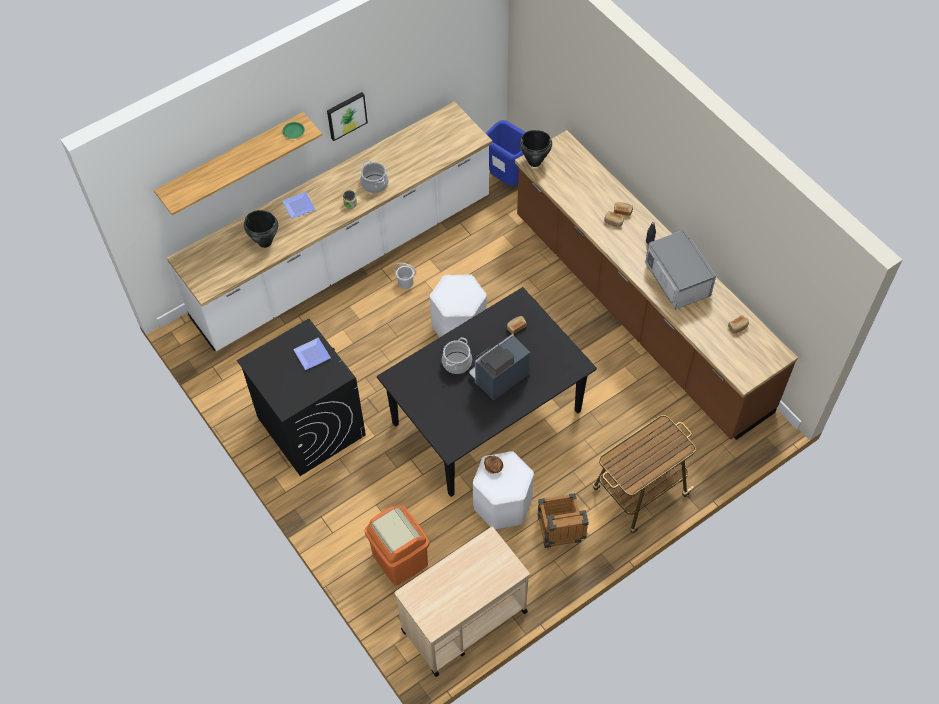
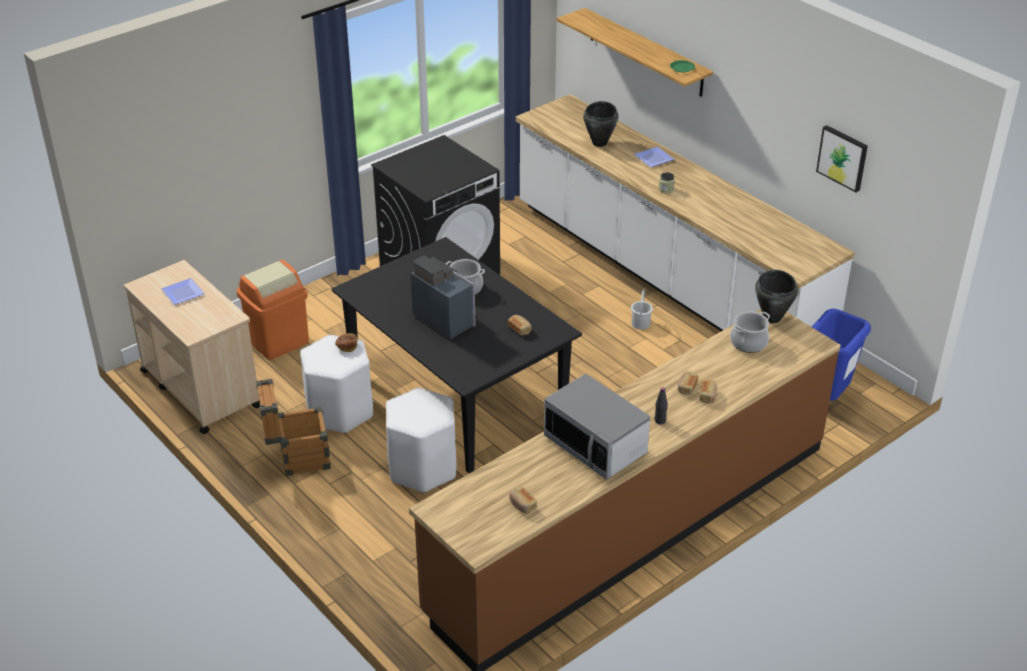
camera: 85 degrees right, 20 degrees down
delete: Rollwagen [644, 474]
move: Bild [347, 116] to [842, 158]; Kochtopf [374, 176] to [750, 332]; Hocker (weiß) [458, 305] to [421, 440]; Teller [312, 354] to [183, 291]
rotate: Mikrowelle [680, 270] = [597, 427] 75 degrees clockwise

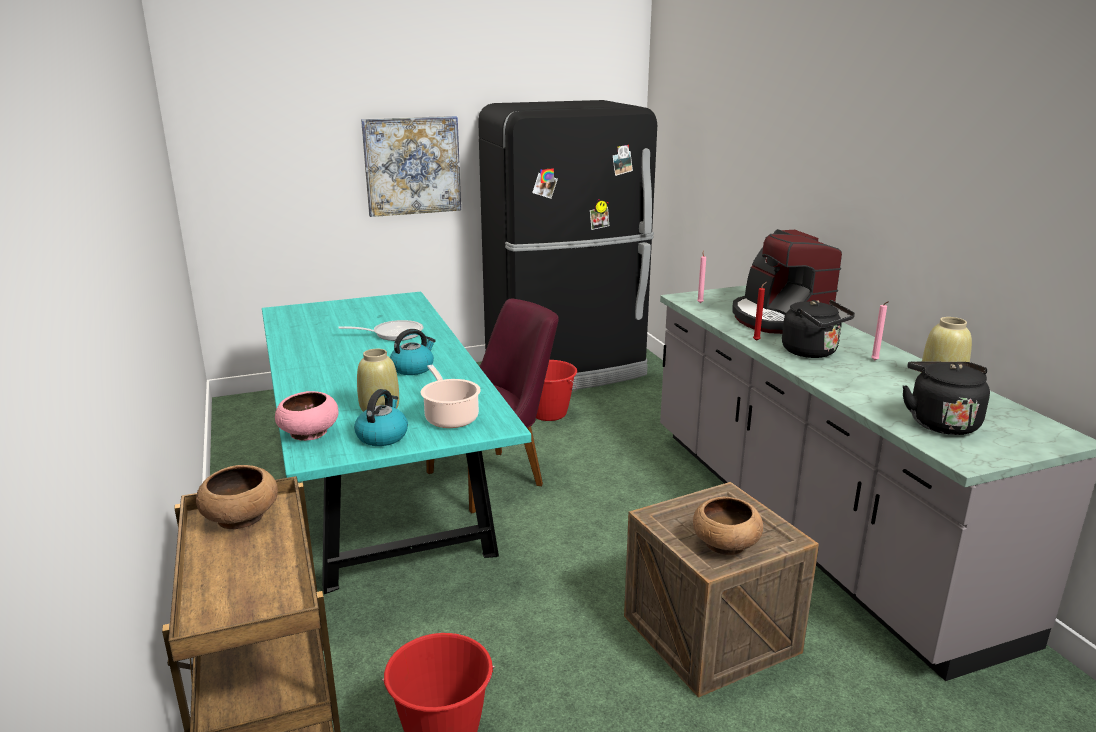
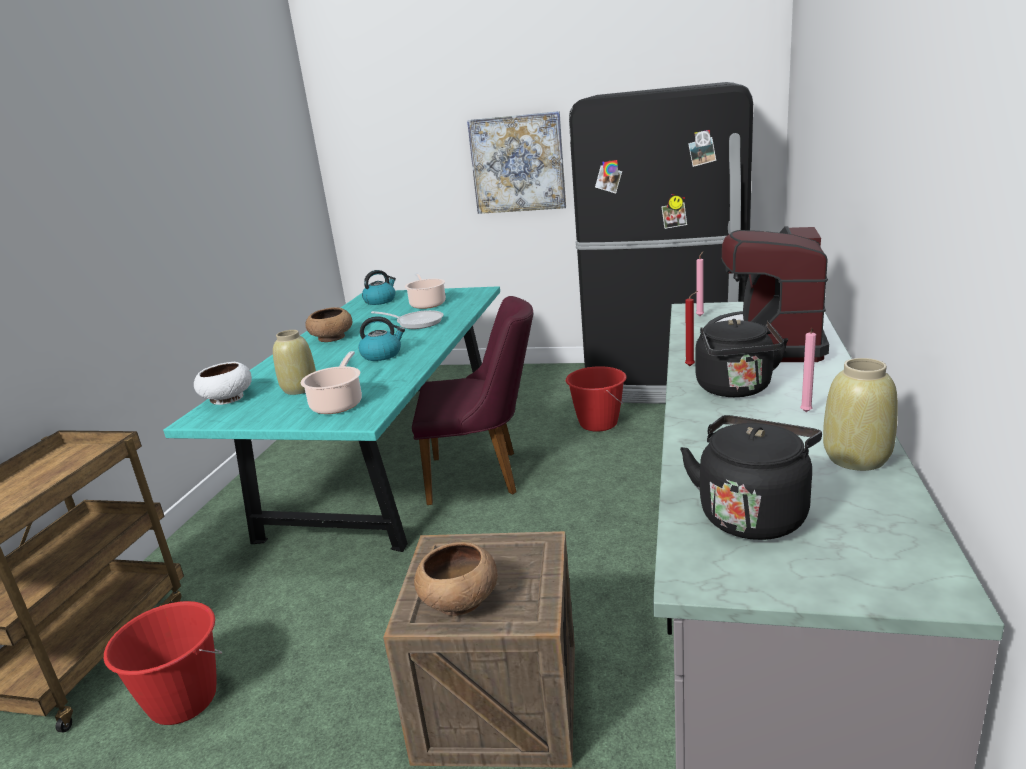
camera: 35 degrees right, 0 degrees up
insert: Kochtopf [425, 291]
move: Wasserkessel [381, 417] to [379, 287]; Schüssel (braun) [237, 497] to [328, 324]
recolor: Schüssel (rosa) [307, 416] to Schüssel (weiß) [223, 383]

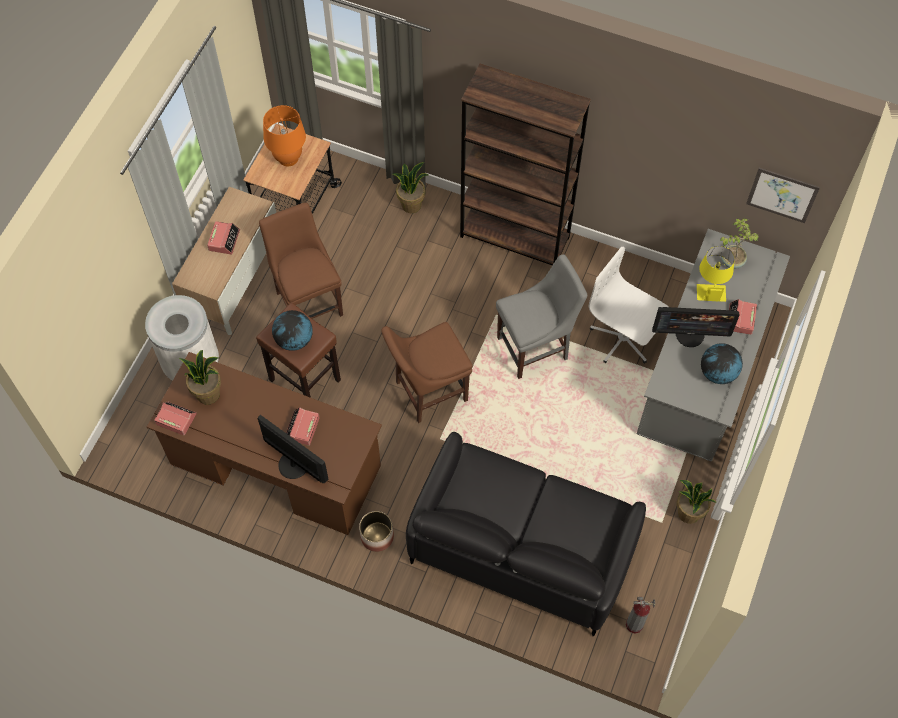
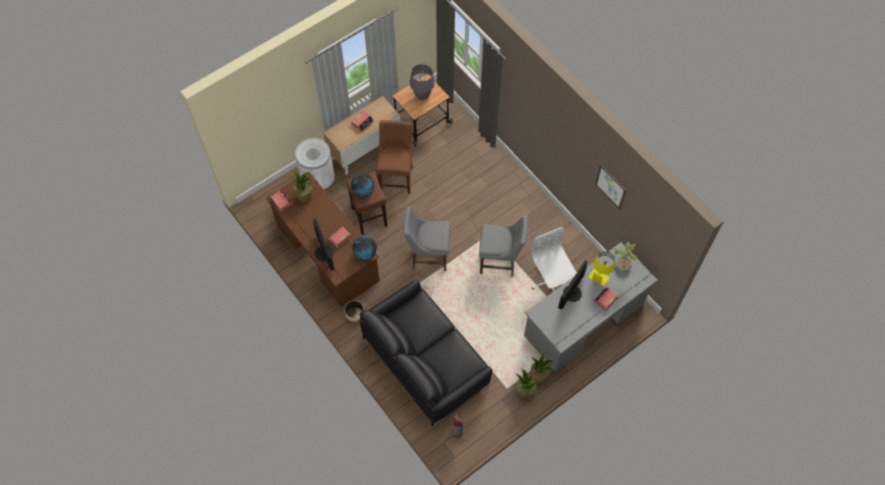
camera: 30 degrees right, 0 degrees up
delete: Bücherregal (braun) [525, 164]
move: Topfpflanze [410, 187] to [542, 368]; Bild [783, 195] to [611, 186]; Globus [722, 363] to [364, 248]
recolor: Tischlampe (orange) [284, 135] to Tischlampe (grau) [422, 82]; Stuhl (braun) [426, 372] to Stuhl (grau) [426, 238]
rotate: Monitor [696, 327] = [573, 284] 90 degrees clockwise

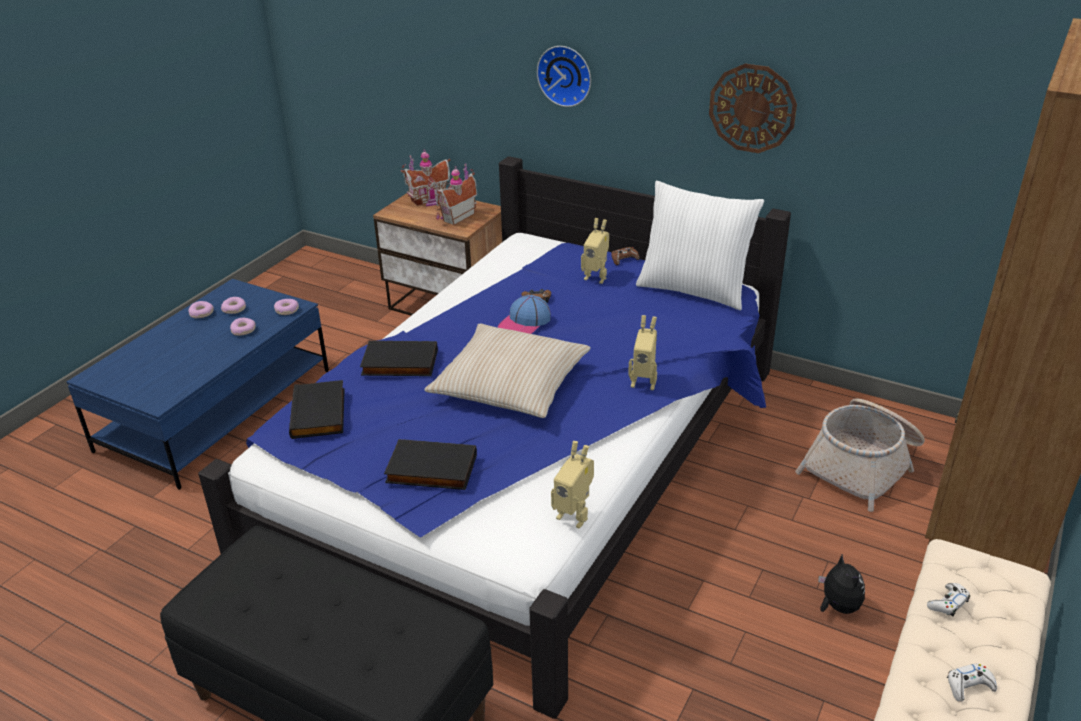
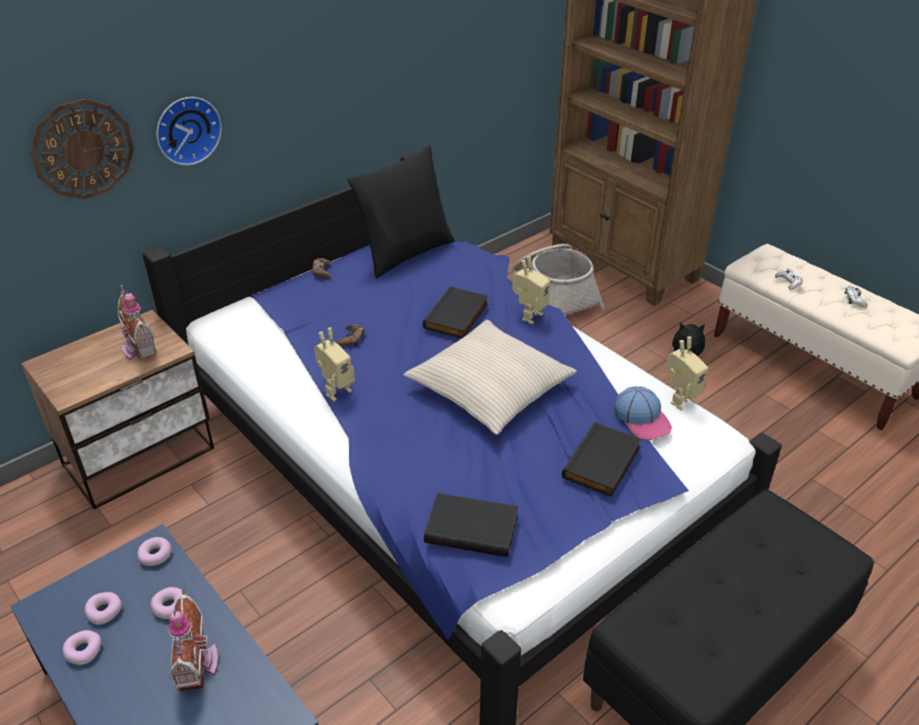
camera: 70 degrees left, 5 degrees up
move: Wanduhr [753, 108] to [82, 149]; Spielzeughaus [426, 177] to [193, 641]; Spielzeugroboter [595, 251] to [334, 364]; Kappe [524, 314] to [643, 413]; Buch (schwarz) [399, 358] to [455, 312]
recolor: Kissen (weiß) [700, 245] to Kissen (schwarz) [401, 211]

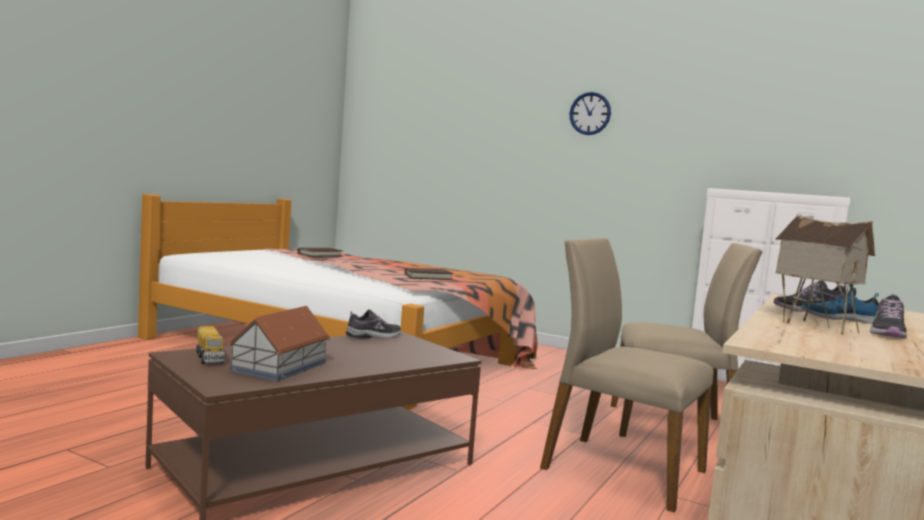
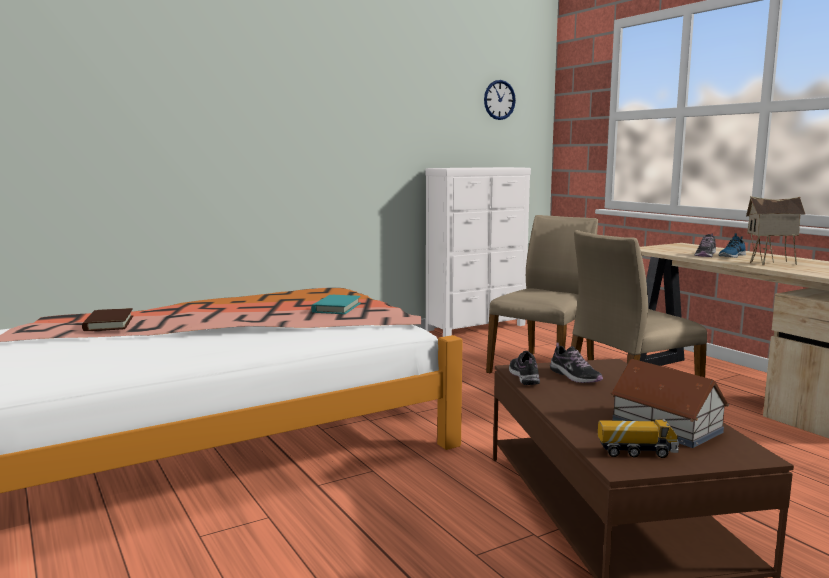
camera: 60 degrees left, 5 degrees up
move: Wanduhr [590, 113] to [500, 100]; Schuh [888, 316] to [576, 363]
recolor: Buch (braun) [429, 274] to Buch (türkis) [336, 304]

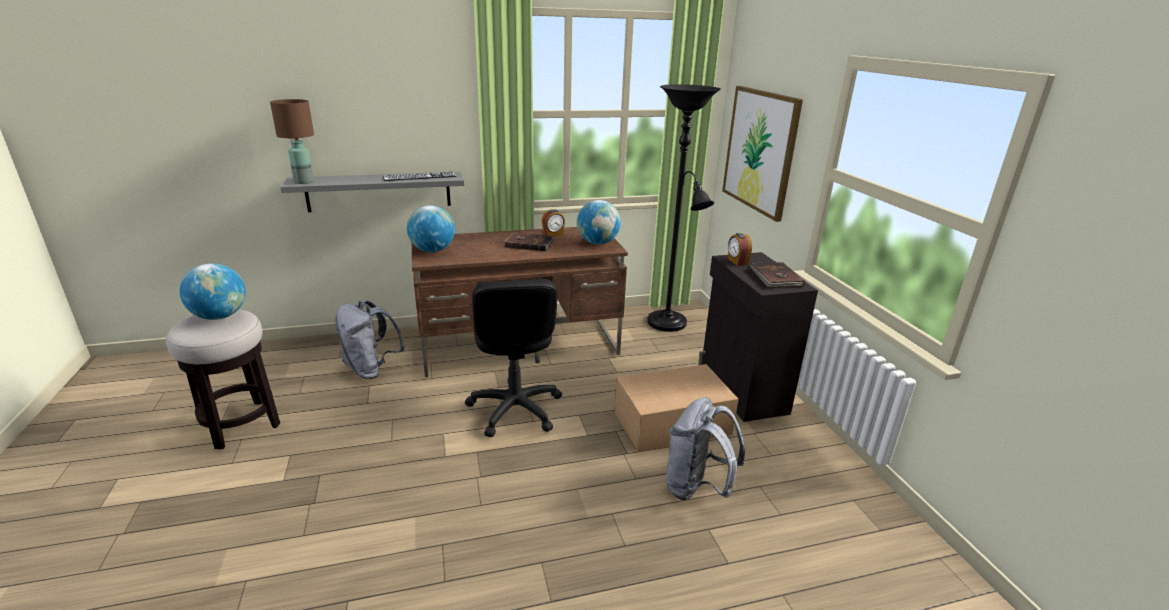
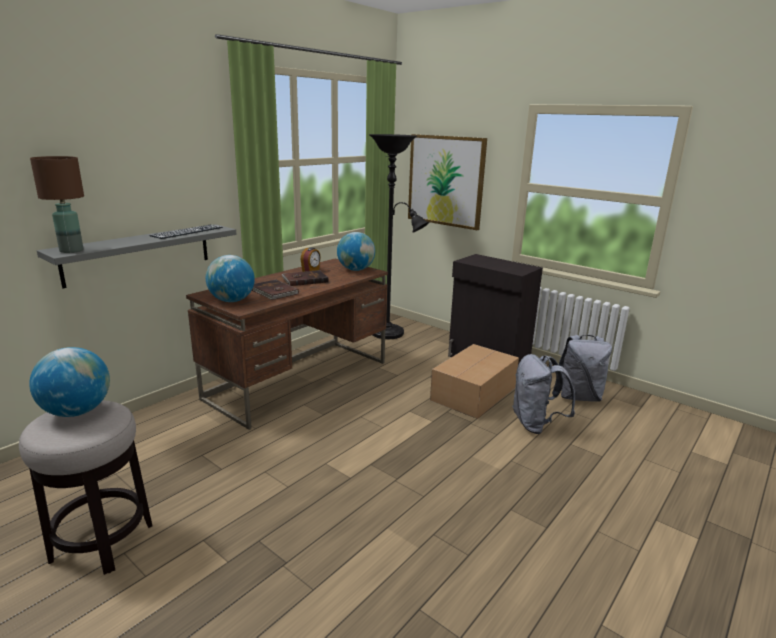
camera: 35 degrees left, 5 degrees down
delete: Wecker [740, 249]; Bürostuhl (schwarz) [513, 358]
move: Buch (braun) [777, 275] to [275, 289]; Rucksack (grau) [370, 340] to [585, 368]

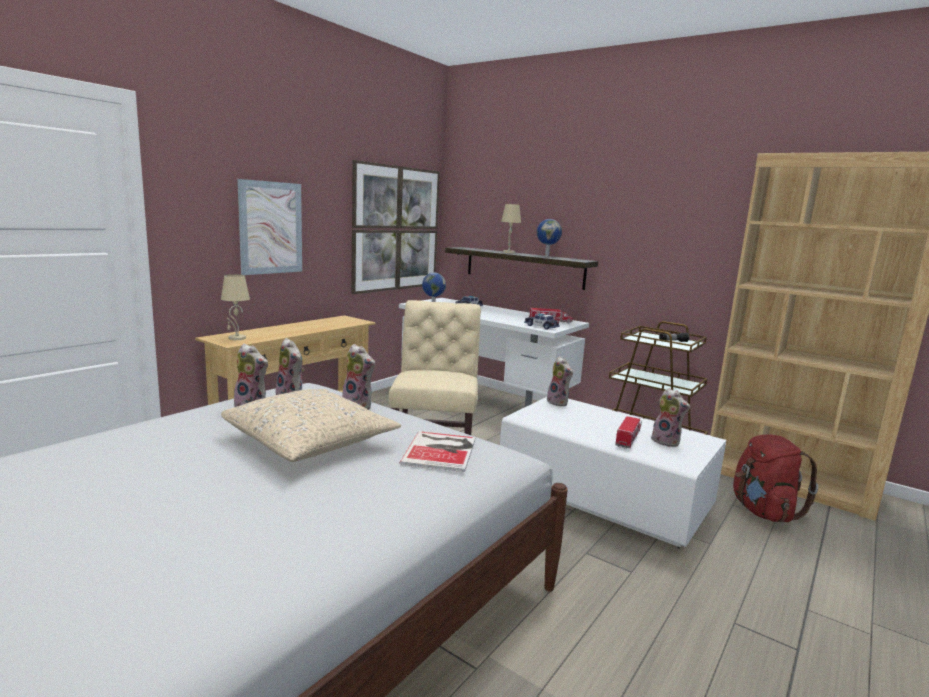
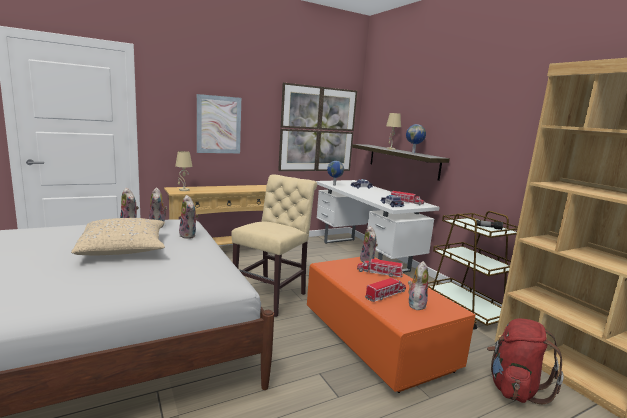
camera: 25 degrees right, 0 degrees up
delete: Buch [438, 451]
insert: Spielzeuglaster [380, 267]
recolor: Couchtisch (weiß) [613, 472] to Couchtisch (orange) [391, 325]
rotate: Plüschtier [670, 417] = [418, 285] 135 degrees counterclockwise

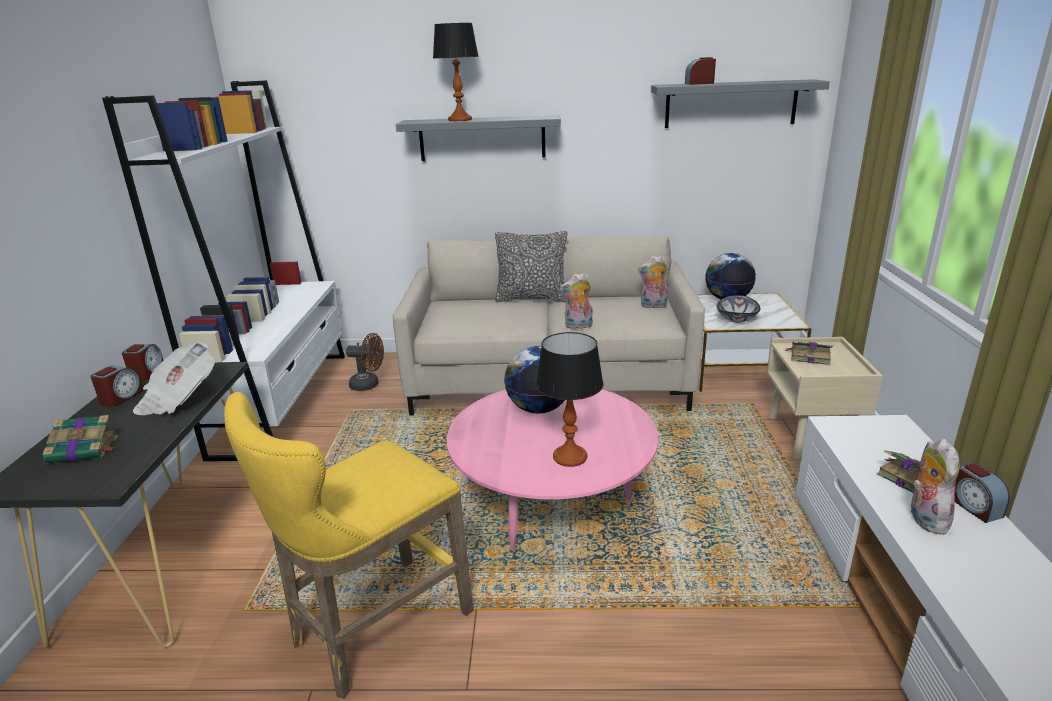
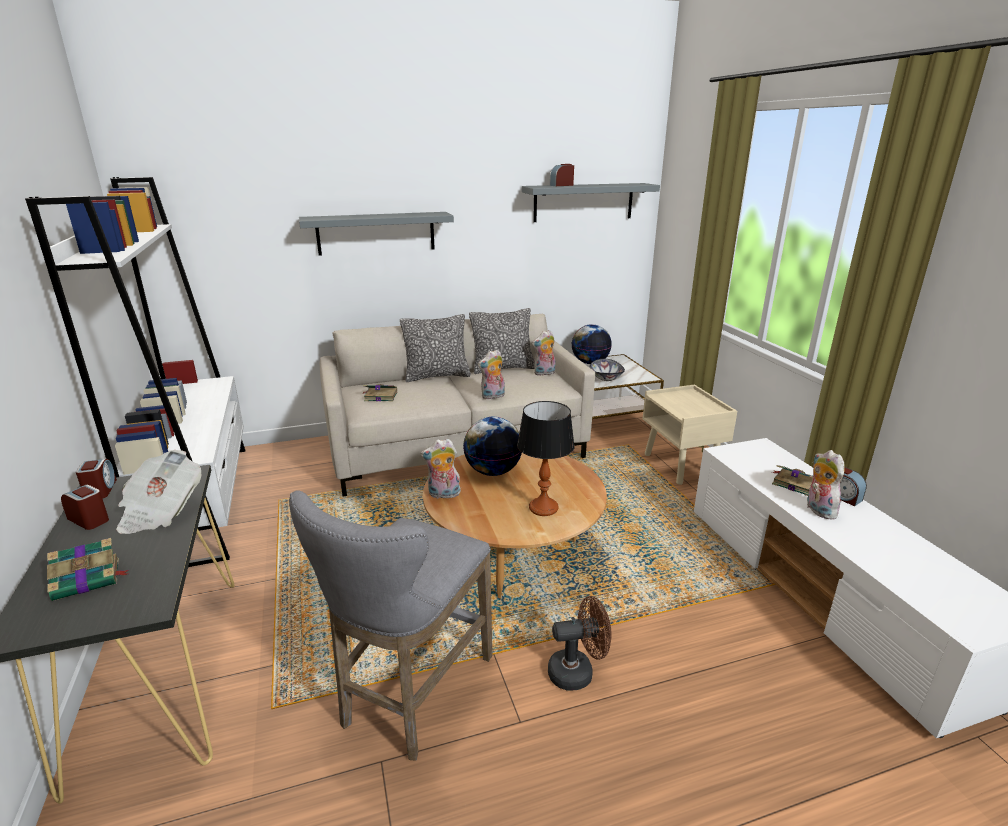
camera: 20 degrees left, 0 degrees up
delete: Tischlampe [456, 72]
insert: Kissen [502, 341]; Plüschtier [441, 468]
move: Ventilator (braun) [365, 362] to [580, 643]; Buch [808, 353] to [379, 392]
recolor: Couchtisch (rosa) [552, 470] to Couchtisch (braun) [515, 525]; Hocker (gelb) [349, 545] to Hocker (grau) [391, 625]
rotate: Wecker [117, 386] = [85, 507] 60 degrees counterclockwise

